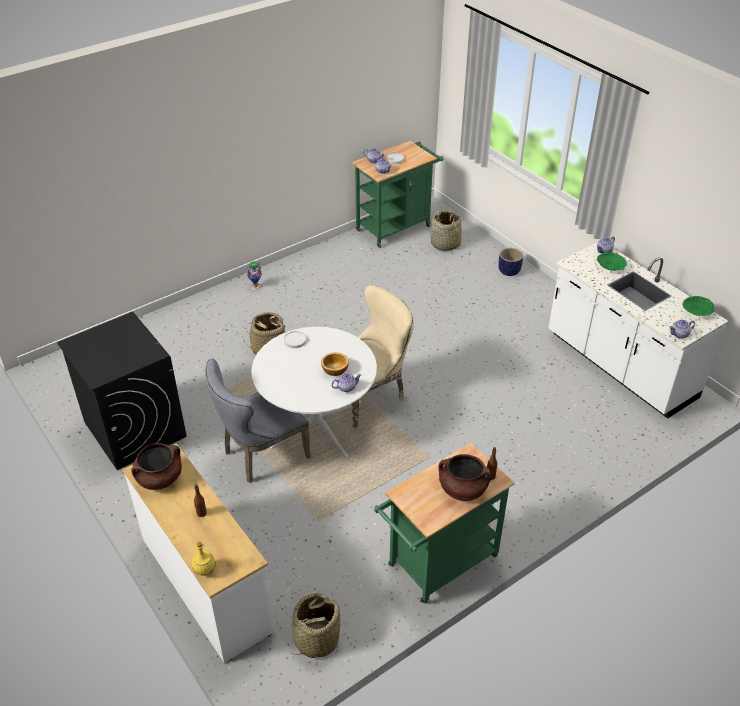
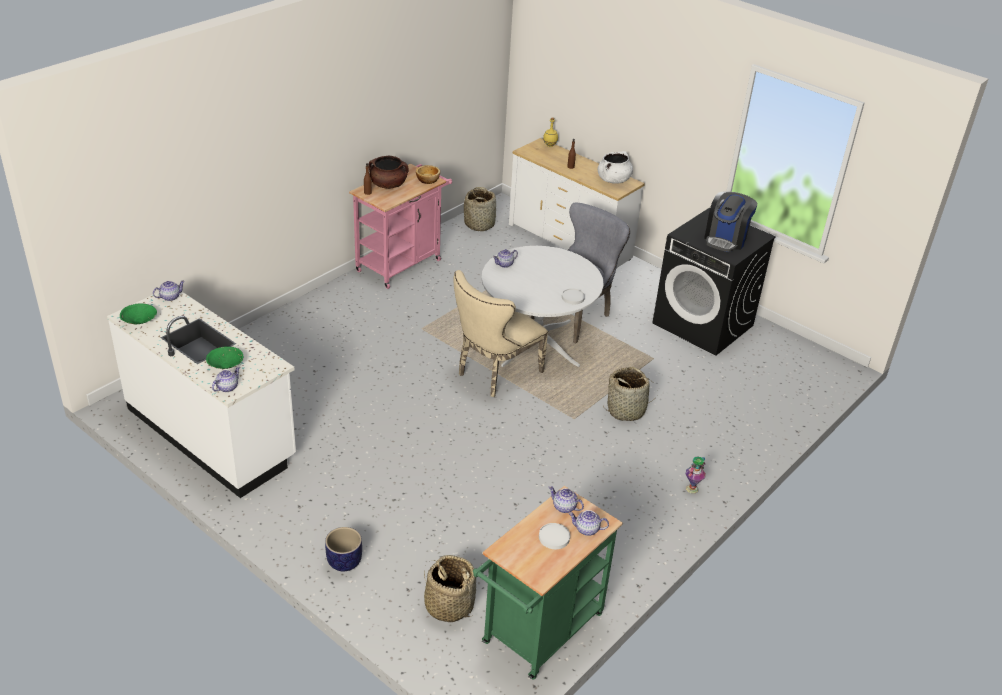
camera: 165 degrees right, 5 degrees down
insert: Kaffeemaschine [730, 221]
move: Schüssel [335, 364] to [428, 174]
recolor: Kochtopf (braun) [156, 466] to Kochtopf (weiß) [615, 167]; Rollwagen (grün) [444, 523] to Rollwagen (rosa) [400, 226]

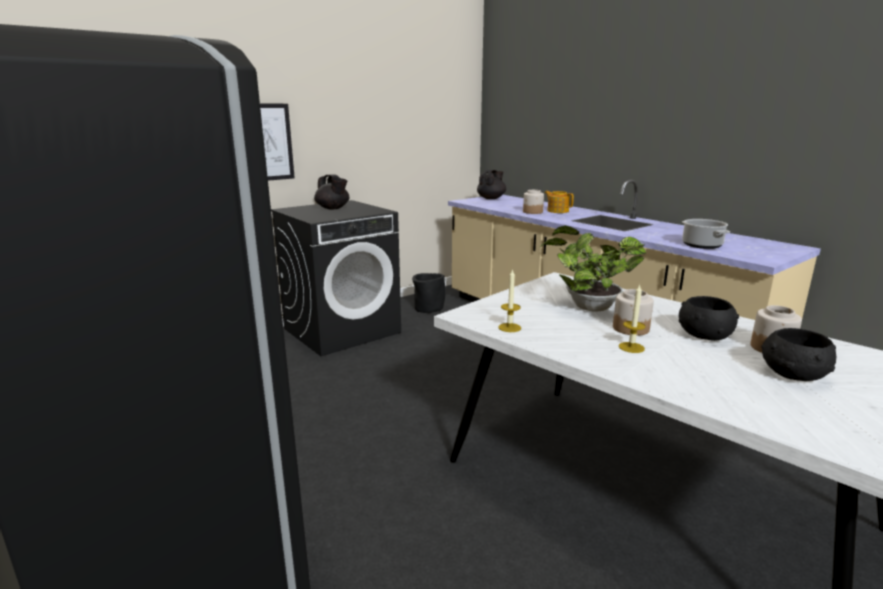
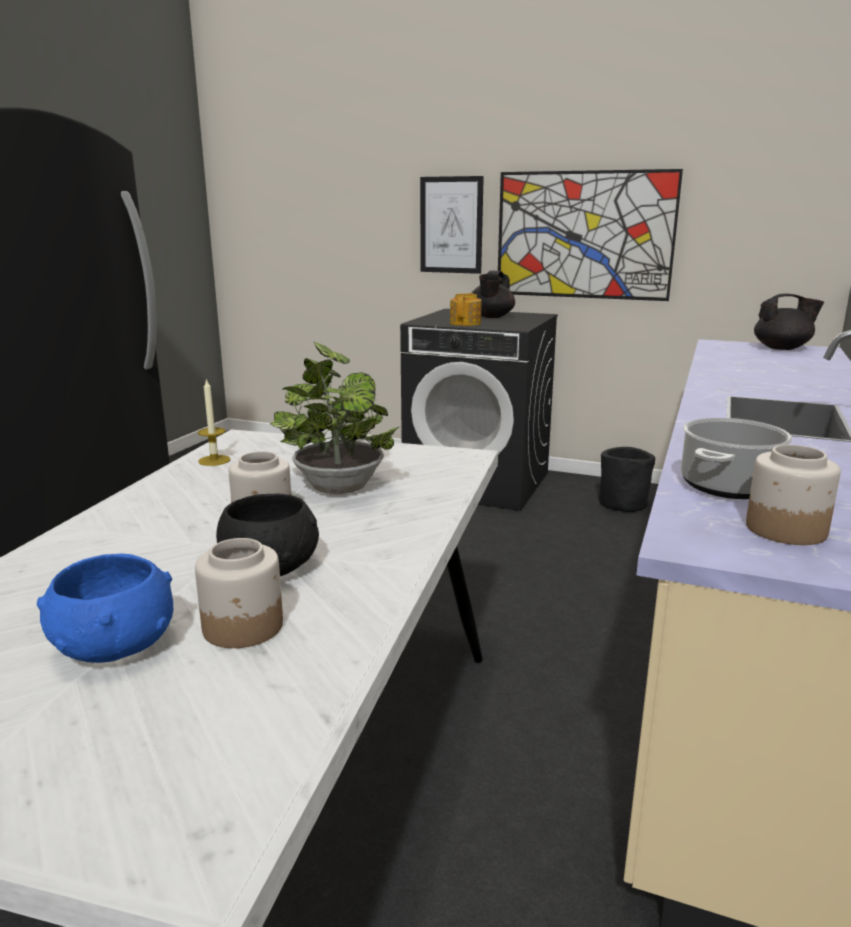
camera: 60 degrees right, 0 degrees up
delete: Kerze [632, 318]
insert: Bild [590, 235]
move: Vorratsglas [533, 202] to [793, 495]; Teekanne [559, 202] to [466, 309]
recolor: Schüssel (schwarz) [798, 354] to Schüssel (blau) [105, 608]

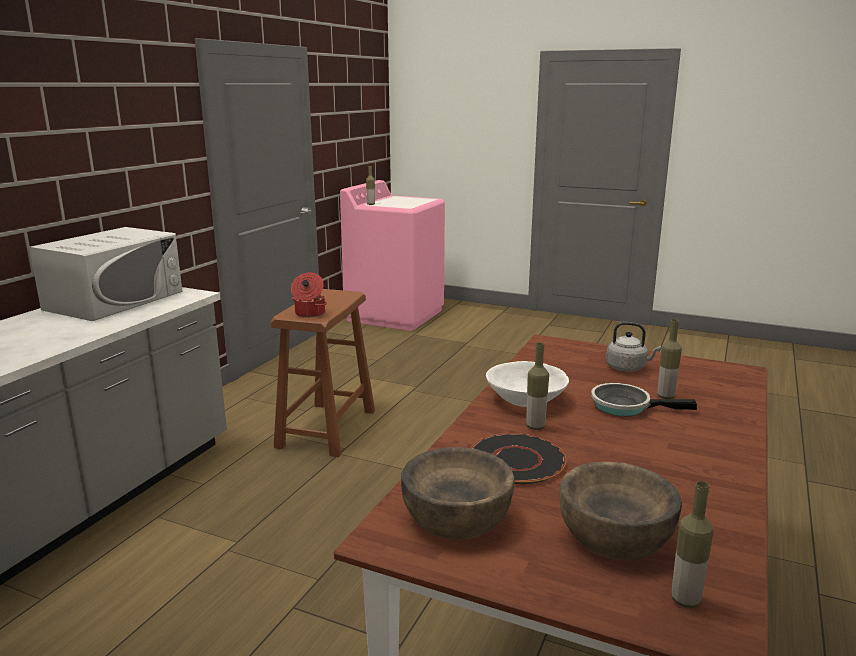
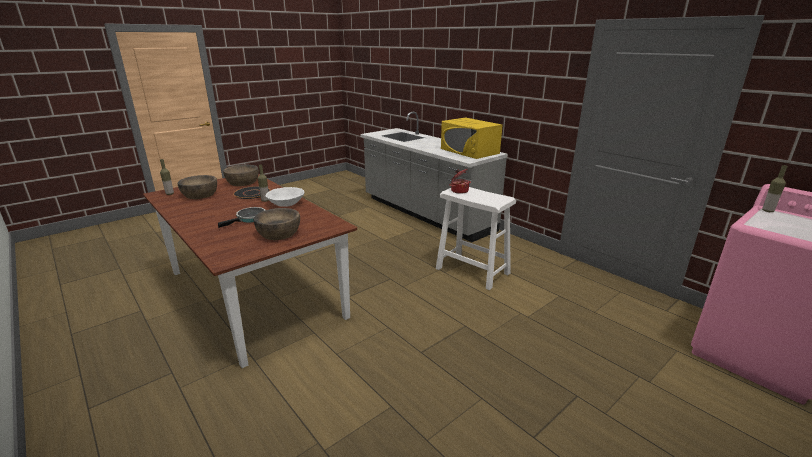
camera: 115 degrees right, 5 degrees up
delete: Flasche [669, 359]
replace: Wasserkessel (grau) [633, 347] to Schüssel (braun) [276, 224]
recolor: Mikrowelle (weiß) [105, 274] to Mikrowelle (gelb) [472, 138]; Hocker (braun) [323, 373] to Hocker (weiß) [476, 238]

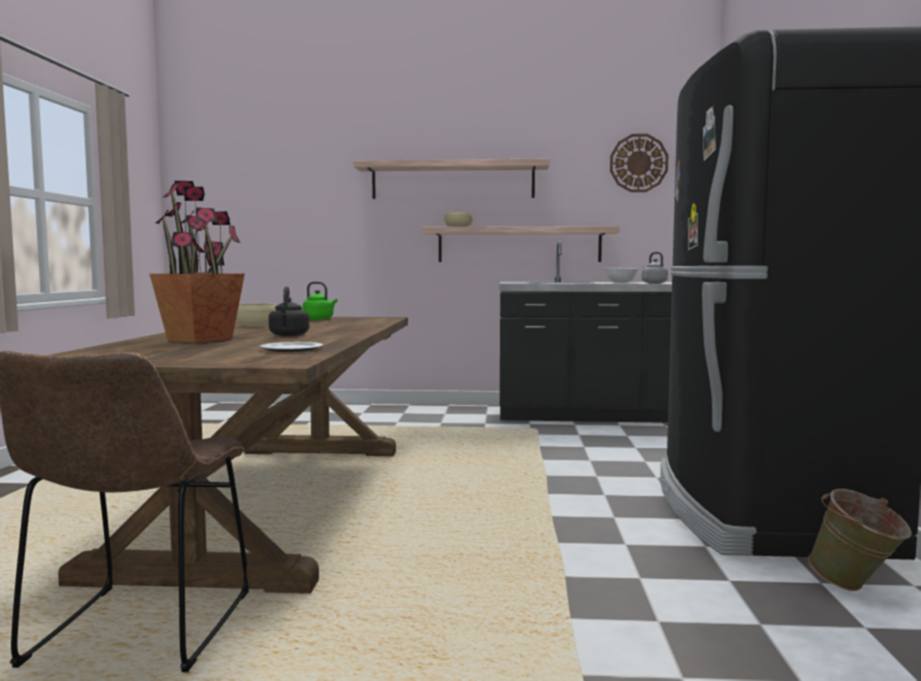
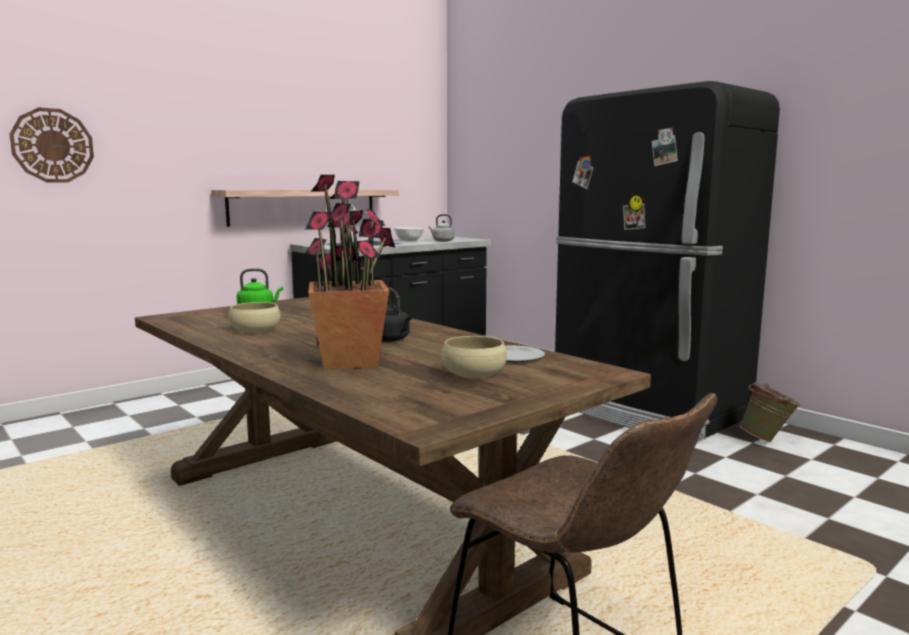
camera: 45 degrees left, 5 degrees up
delete: Wandregal [451, 179]
move: Wanduhr [639, 163] to [52, 145]; Schüssel (beige) [458, 219] to [474, 357]

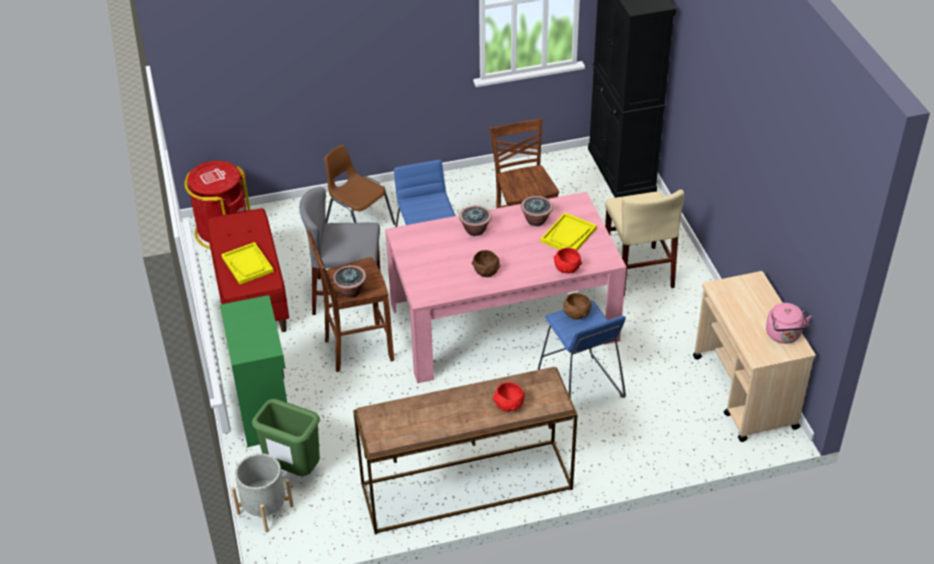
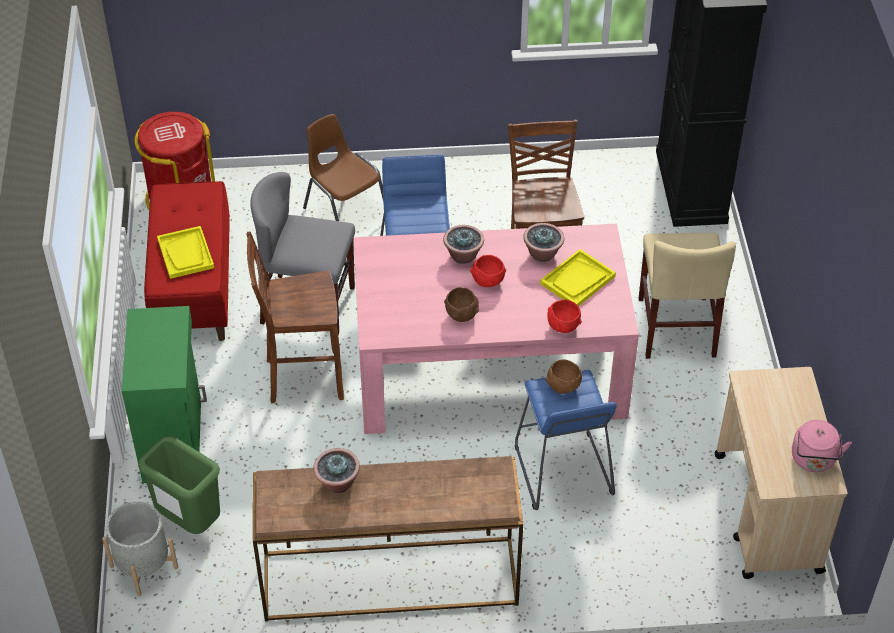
camera: 10 degrees right, 5 degrees up
move: Topfpflanze [349, 281] to [336, 470]; Schüssel (rot) [509, 397] to [488, 271]

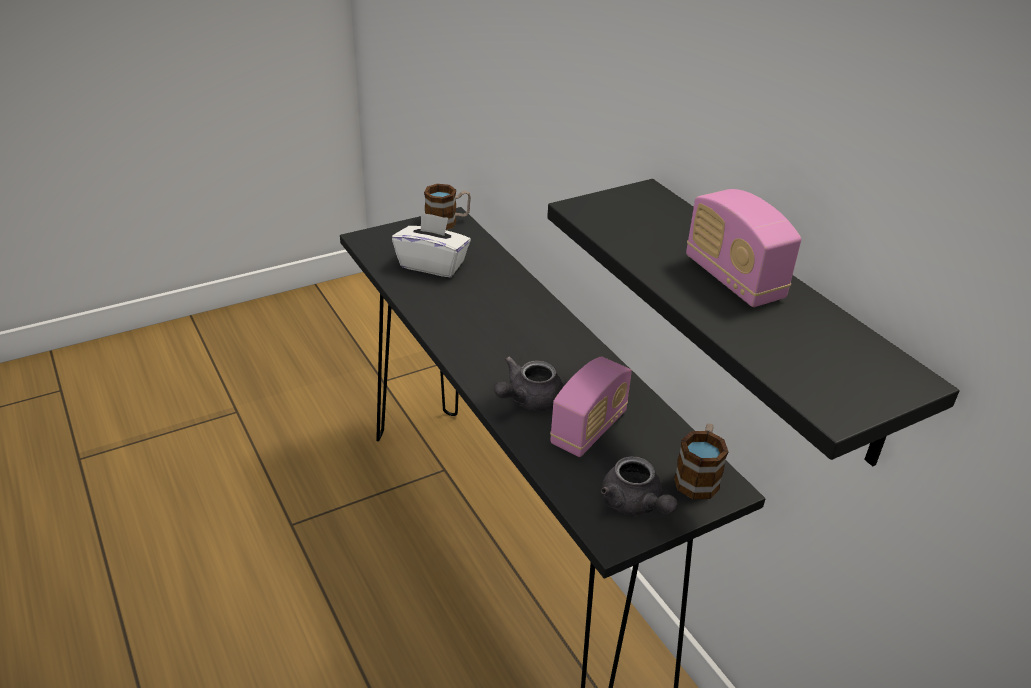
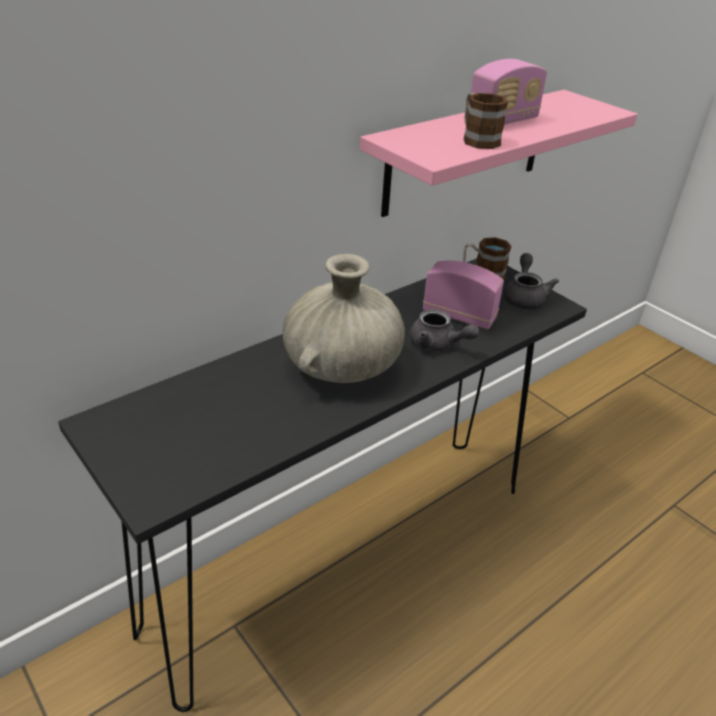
camera: 100 degrees left, 0 degrees up
delete: Taschentuchbox (weiß) [431, 244]
insert: Vase (beige) [344, 318]
move: Henkelbecher [447, 207] to [485, 121]
recolor: Wandregal (schwarz) [753, 322] to Wandregal (rosa) [499, 153]
rotate: Teekanne (grau) [639, 485] = [531, 281] 45 degrees counterclockwise

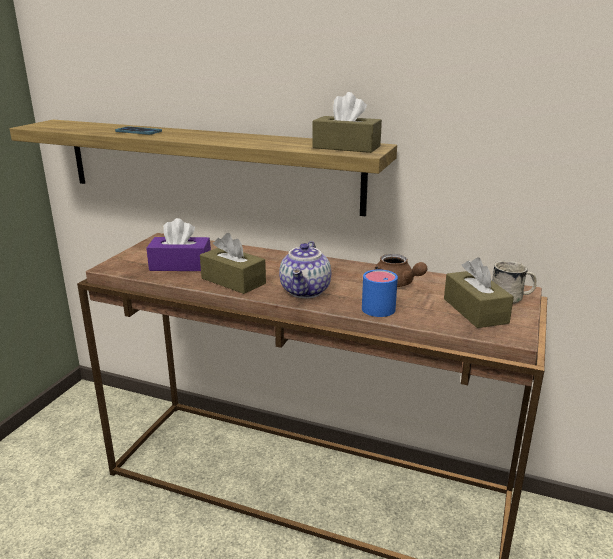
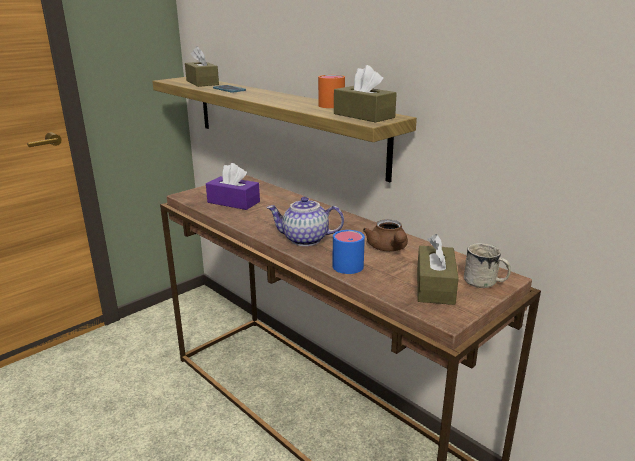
camera: 25 degrees right, 0 degrees up
insert: Henkelbecher (orange) [331, 91]
move: Taschentuchbox (braun) [233, 263] to [202, 66]
rotate: Teekanne [305, 269] = [305, 221] 60 degrees clockwise

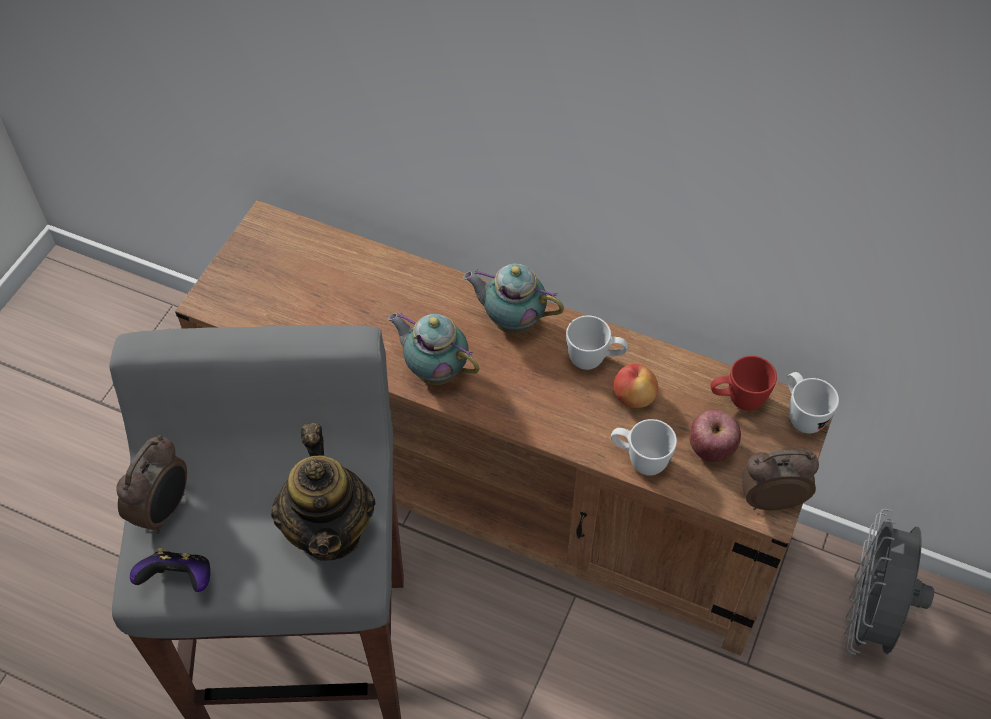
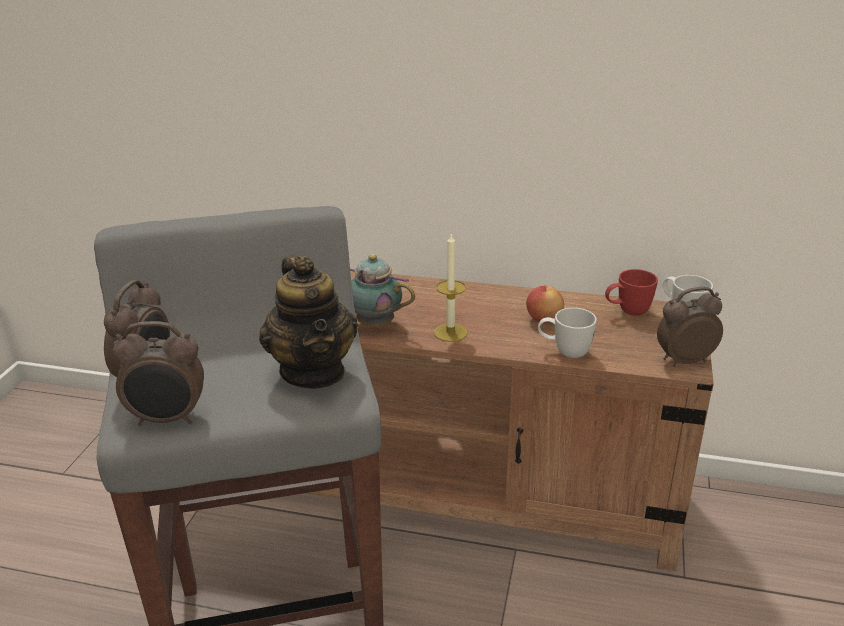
camera: 10 degrees left, 25 degrees down
delete: Teekanne [513, 299]; Henkelbecher (weiß) [597, 343]; Apfel [715, 436]; Ventilator (grau) [889, 582]
insert: Kerze [451, 287]
replace: Gamepad [170, 570] to Wecker [158, 373]

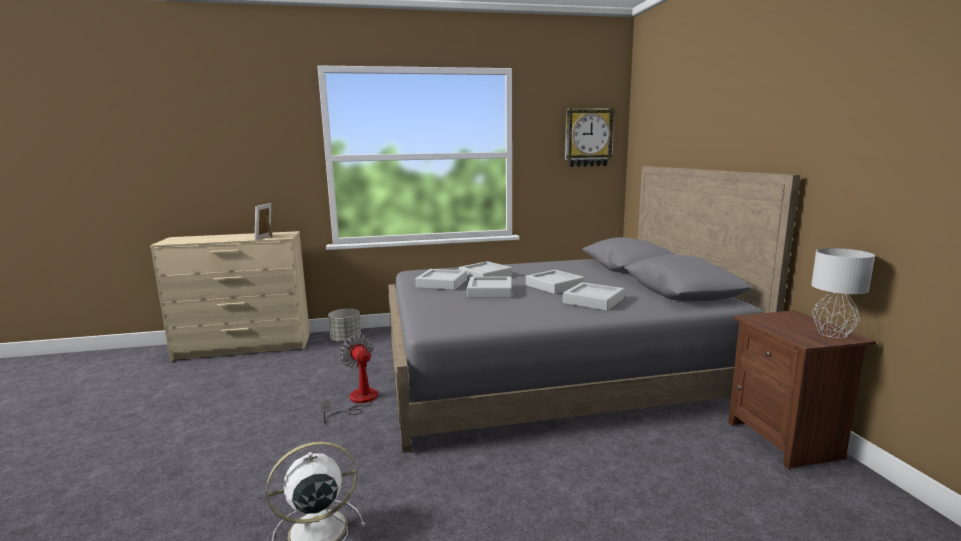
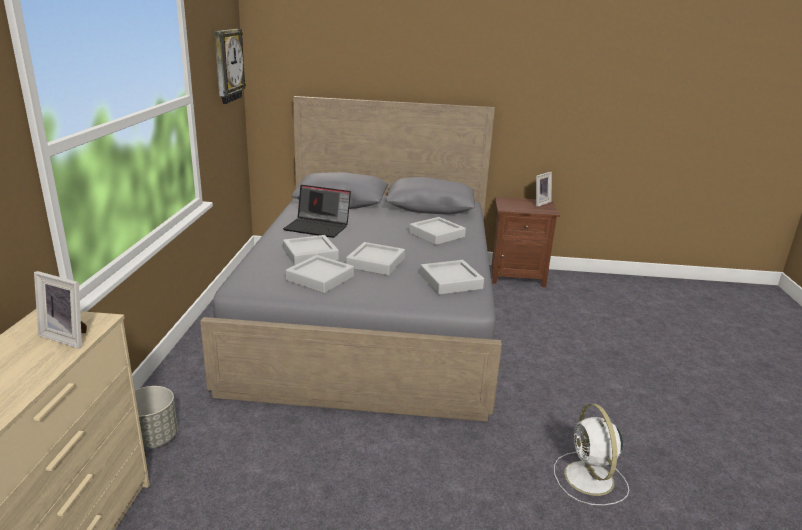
camera: 75 degrees left, 10 degrees up
delete: Ventilator [349, 379]
insert: Laptop [317, 211]
move: Tablett (grau) [555, 282] to [452, 277]
replace: Tischlampe (grau) [843, 293] to Bilderrahmen [543, 189]

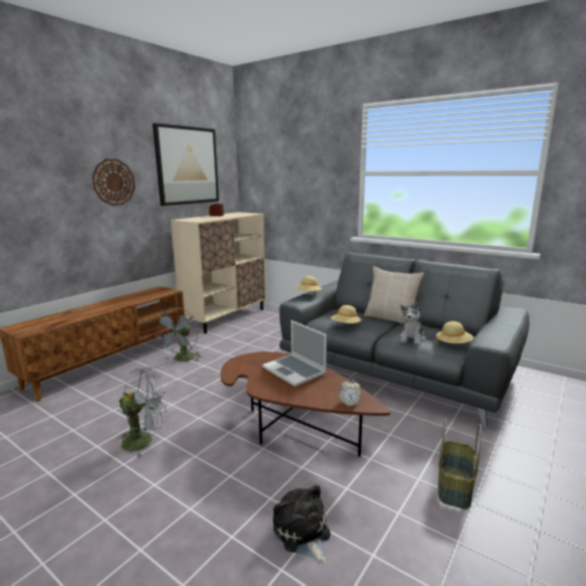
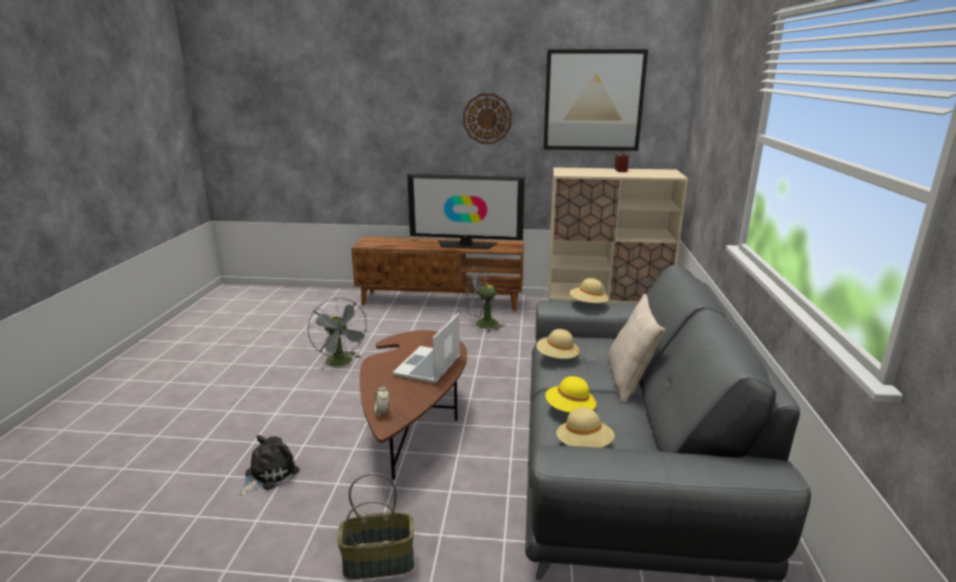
camera: 60 degrees right, 5 degrees up
insert: Fernseher [466, 211]
replace: Plüschtier [412, 323] to Hut (gelb) [570, 394]

